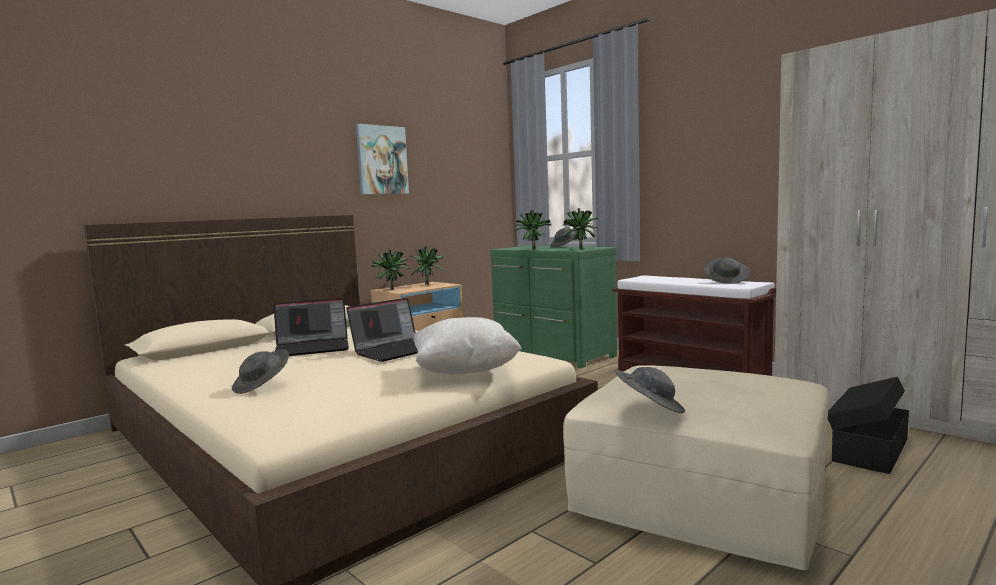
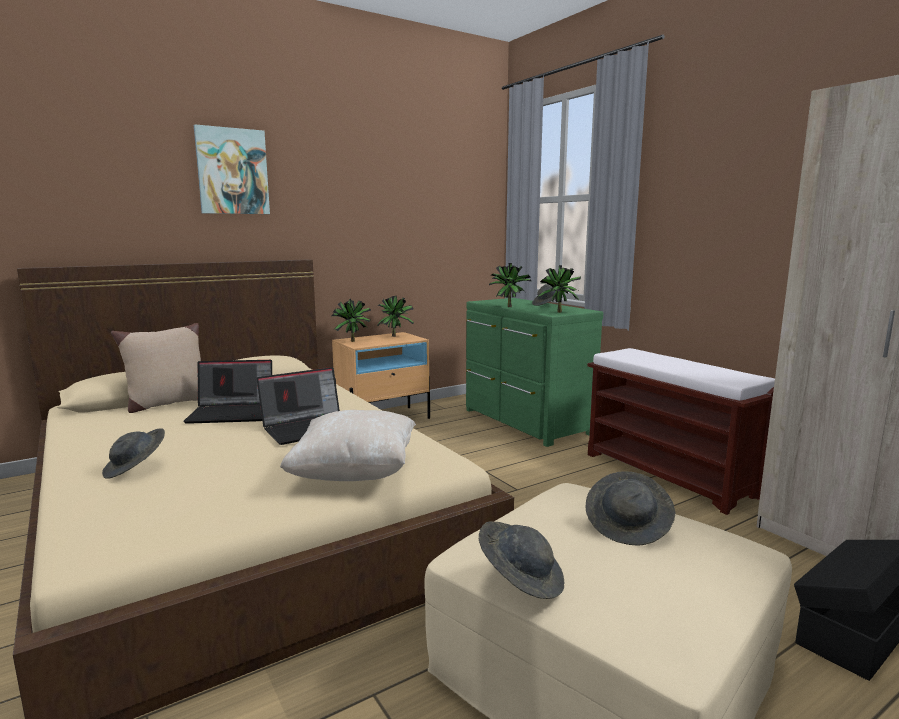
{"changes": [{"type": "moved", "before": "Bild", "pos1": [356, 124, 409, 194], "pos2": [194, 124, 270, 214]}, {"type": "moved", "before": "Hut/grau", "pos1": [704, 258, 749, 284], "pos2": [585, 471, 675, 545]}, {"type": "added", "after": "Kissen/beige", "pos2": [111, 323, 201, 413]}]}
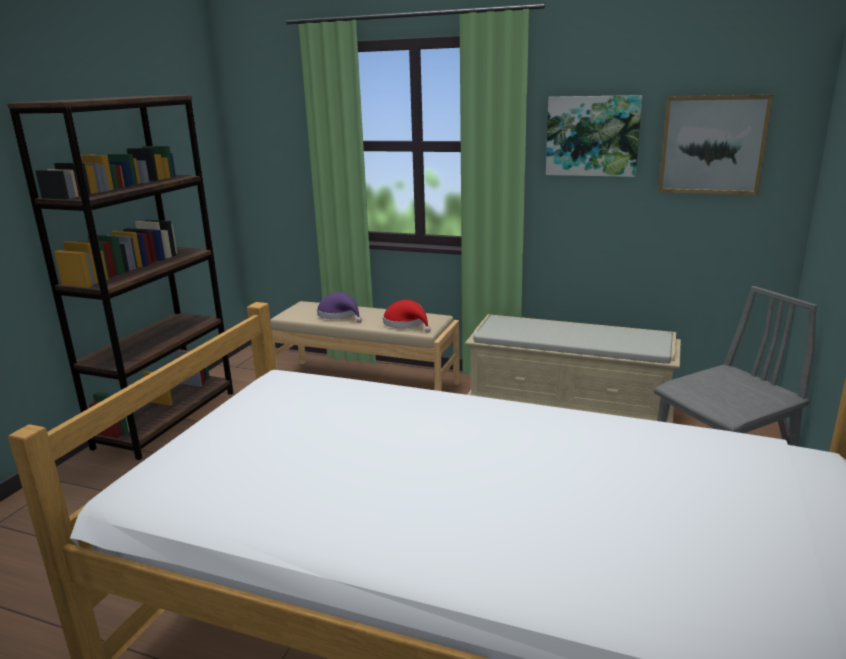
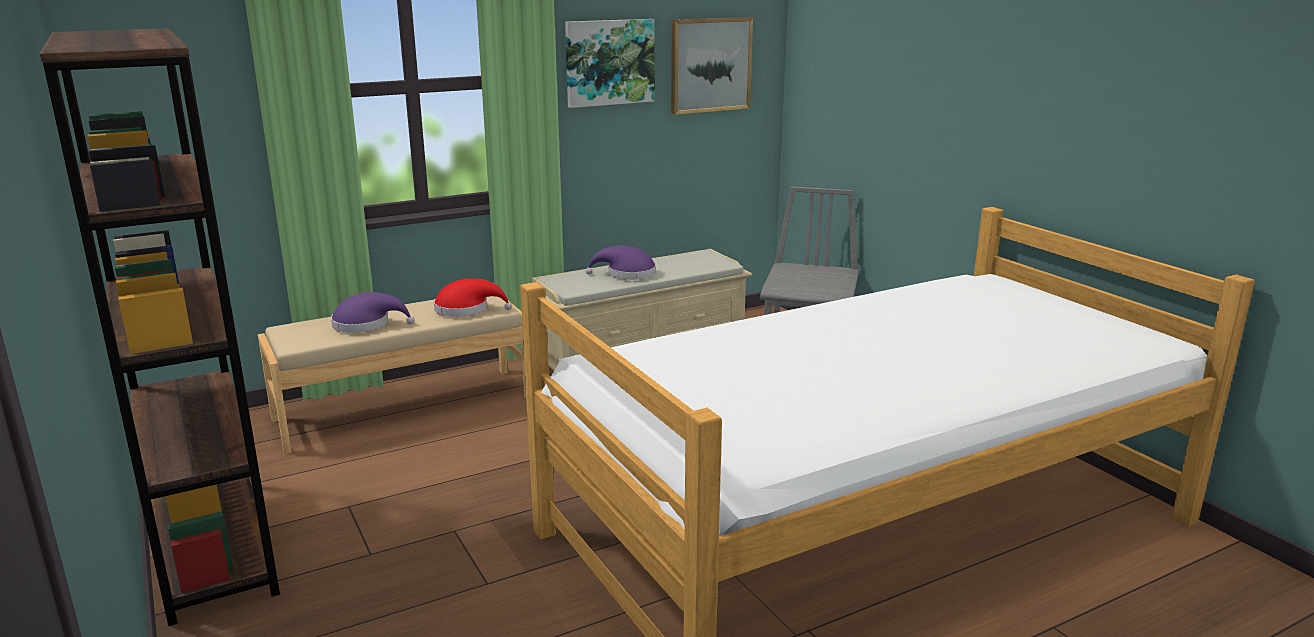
{"changes": [{"type": "added", "after": "Hut/lila", "pos2": [585, 245, 656, 280]}]}
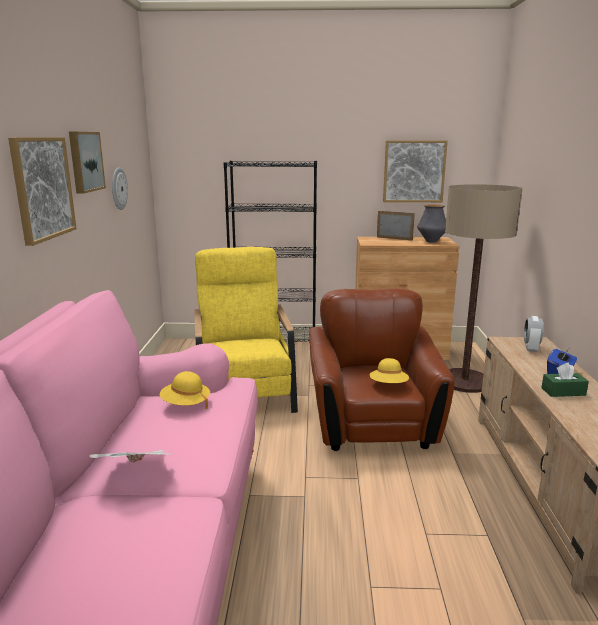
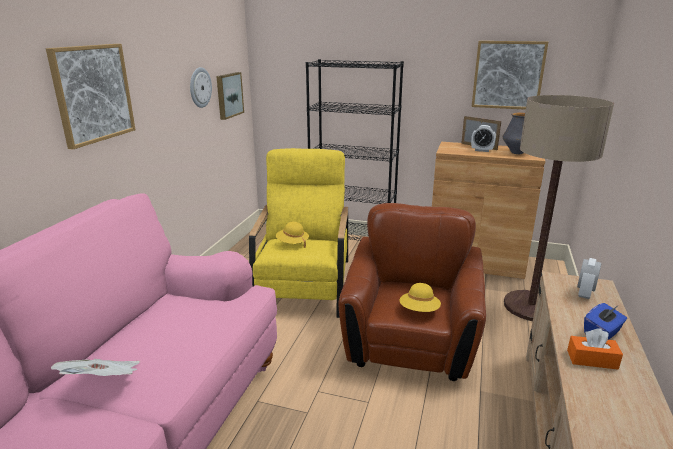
{"changes": [{"type": "moved", "before": "Bild", "pos1": [69, 132, 106, 194], "pos2": [216, 72, 244, 120]}, {"type": "moved", "before": "Hut/gelb", "pos1": [160, 371, 210, 409], "pos2": [276, 221, 309, 248]}, {"type": "recoloured", "before": "Taschentuchbox/grün", "after": "Taschentuchbox/orange", "pos1": [541, 363, 589, 397], "pos2": [567, 328, 623, 370]}, {"type": "added", "after": "Wecker", "pos2": [471, 125, 496, 152]}]}
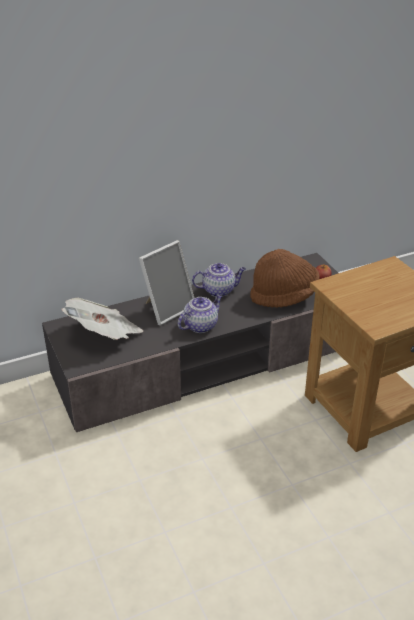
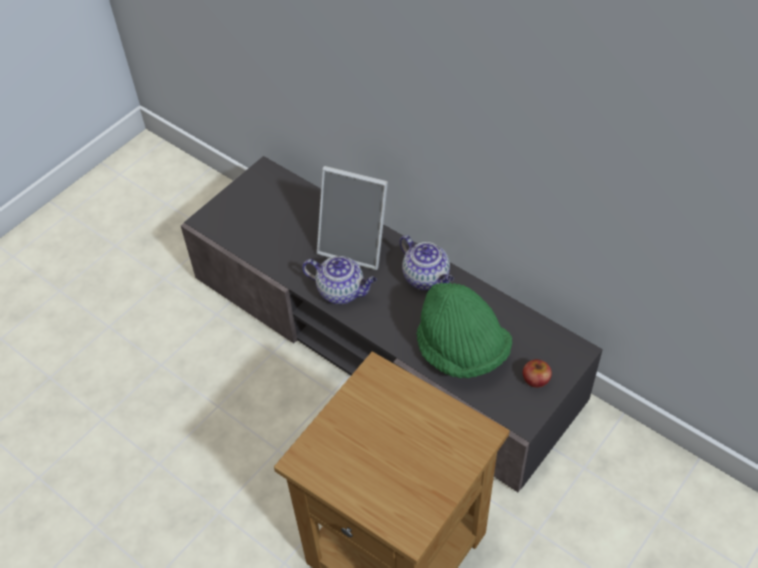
{"changes": [{"type": "removed", "before": "Zeitung", "pos1": [61, 298, 143, 340]}, {"type": "recoloured", "before": "Hut/braun", "after": "Hut/grün", "pos1": [250, 249, 320, 308], "pos2": [416, 283, 512, 378]}]}
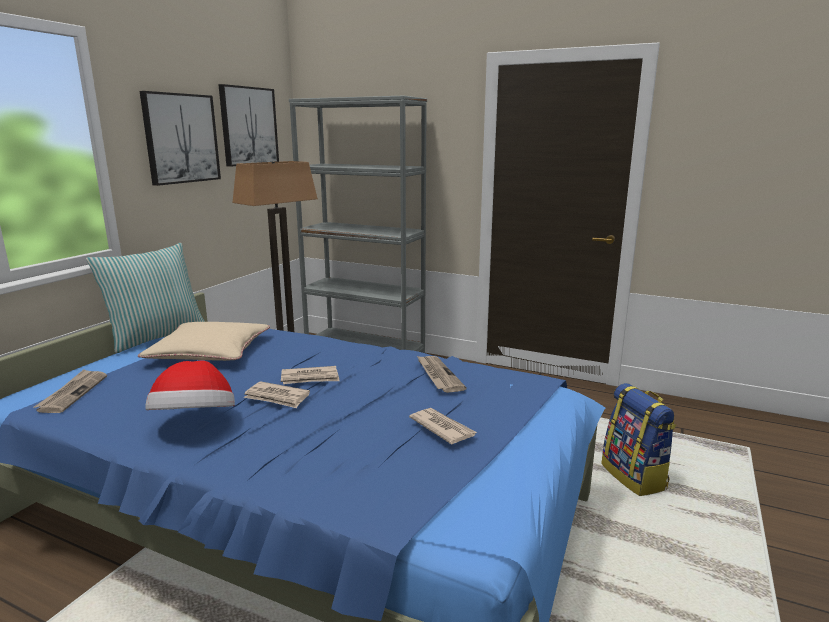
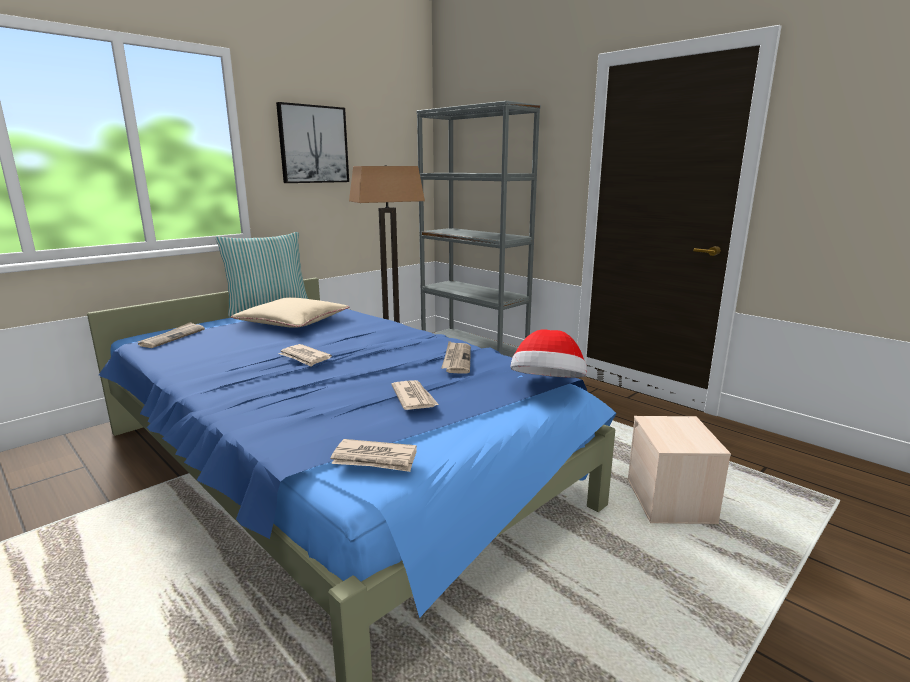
{"changes": [{"type": "moved", "before": "Hut", "pos1": [145, 360, 235, 410], "pos2": [511, 329, 587, 378]}, {"type": "removed", "before": "Bild", "pos1": [218, 84, 279, 167]}, {"type": "moved", "before": "Zeitung", "pos1": [281, 366, 340, 384], "pos2": [330, 439, 417, 472]}, {"type": "replaced", "before": "Rucksack", "after": "Aufbewahrungsbox/beige", "pos1": [601, 383, 676, 496], "pos2": [627, 416, 731, 524]}]}
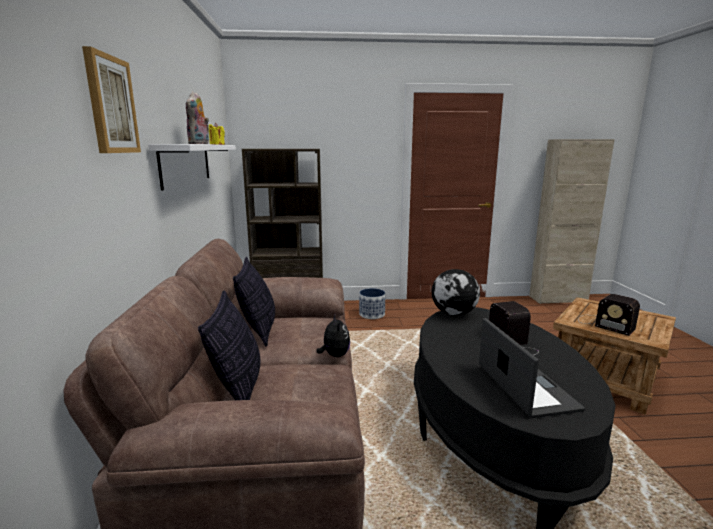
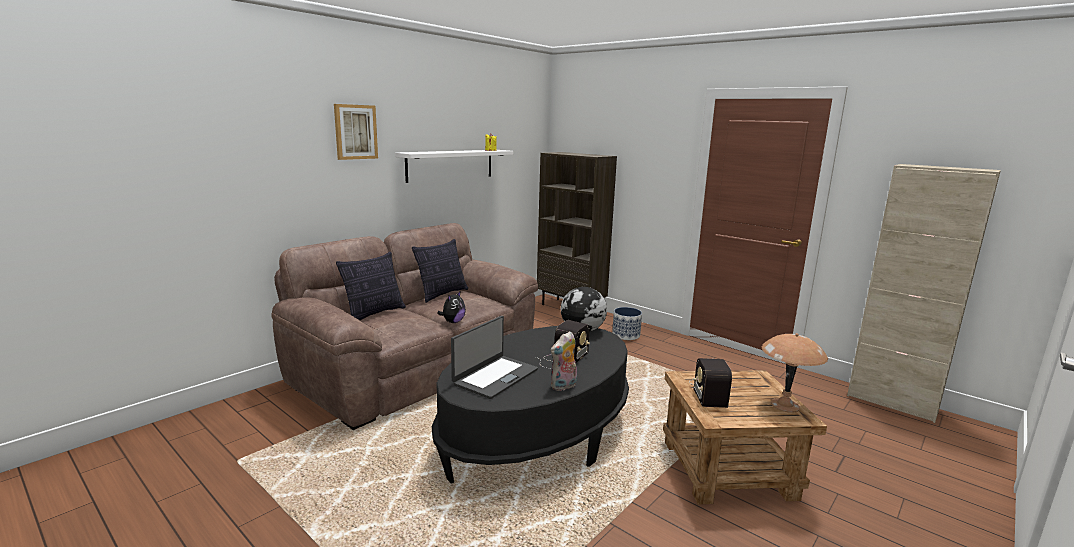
{"changes": [{"type": "moved", "before": "Plüschtier", "pos1": [186, 92, 209, 144], "pos2": [551, 331, 577, 391]}, {"type": "added", "after": "Tischlampe/braun", "pos2": [762, 333, 828, 413]}]}
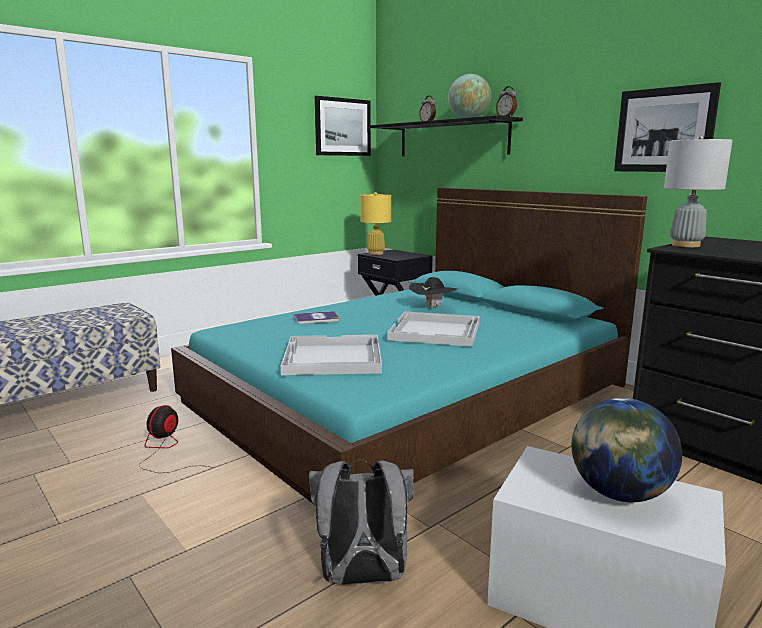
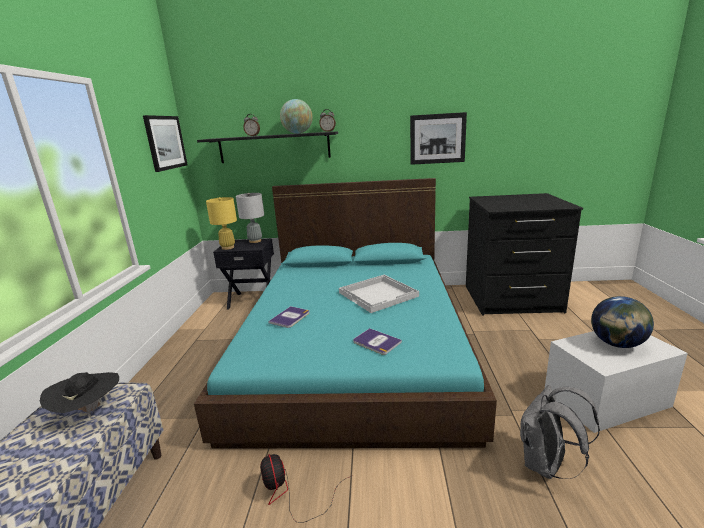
{"changes": [{"type": "replaced", "before": "Tablett/weiß", "after": "Buch", "pos1": [281, 335, 382, 375], "pos2": [353, 328, 402, 355]}, {"type": "moved", "before": "Hut/schwarz", "pos1": [409, 277, 457, 310], "pos2": [40, 372, 119, 417]}, {"type": "moved", "before": "Tischlampe/grau", "pos1": [664, 135, 733, 247], "pos2": [236, 193, 264, 243]}]}
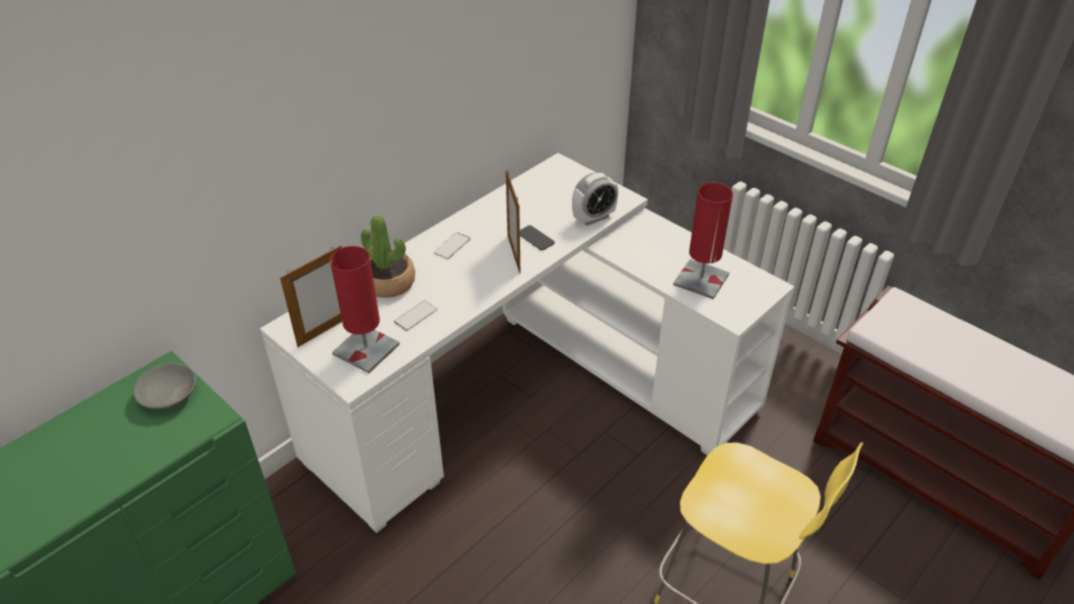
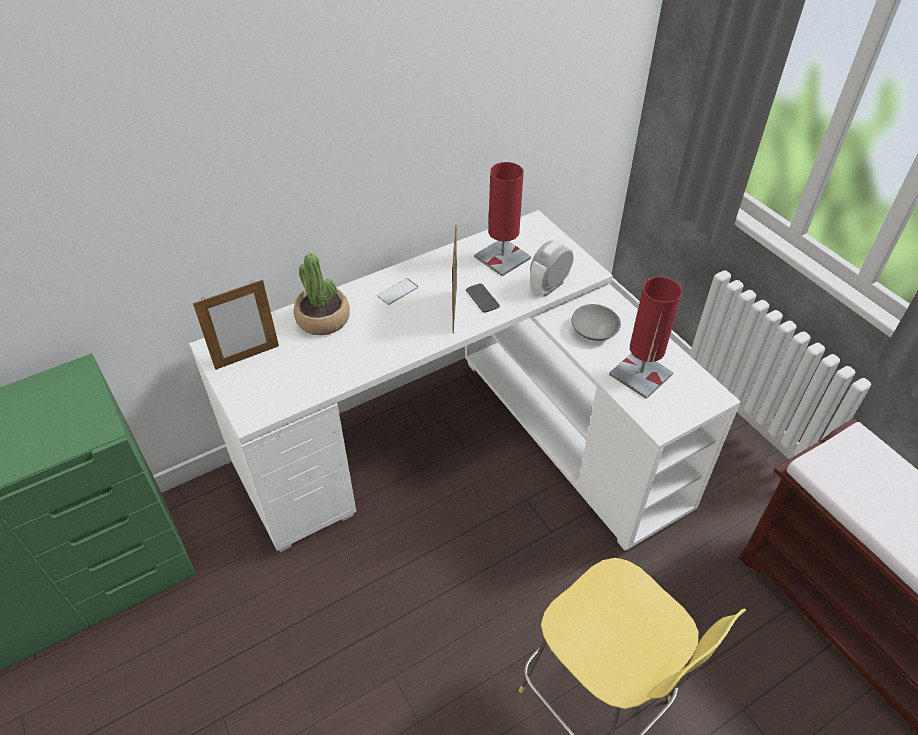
{"changes": [{"type": "moved", "before": "Schüssel/grau", "pos1": [133, 363, 196, 410], "pos2": [572, 304, 621, 341]}, {"type": "moved", "before": "Tischlampe/rot", "pos1": [330, 246, 400, 373], "pos2": [474, 162, 531, 276]}, {"type": "removed", "before": "Handy", "pos1": [394, 300, 437, 331]}, {"type": "turned", "before": "Wecker", "pos1": [572, 173, 618, 226], "pos2": [530, 240, 573, 297], "turn": 150}]}
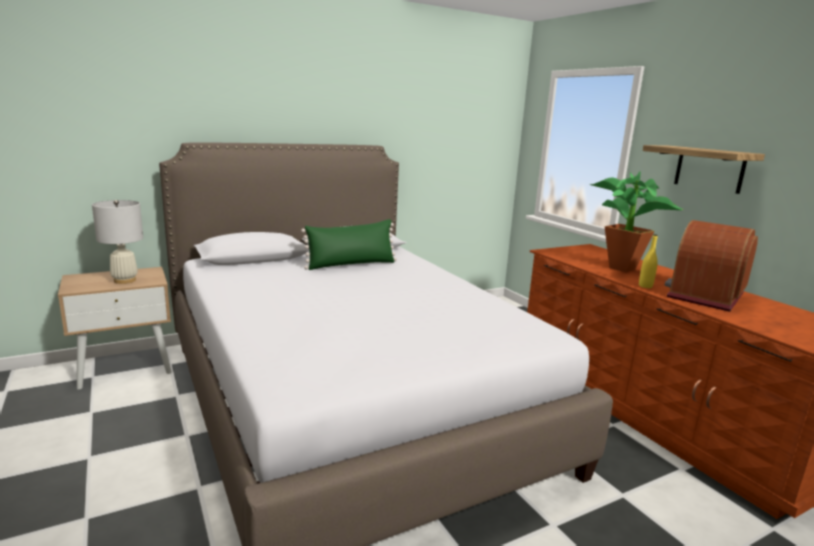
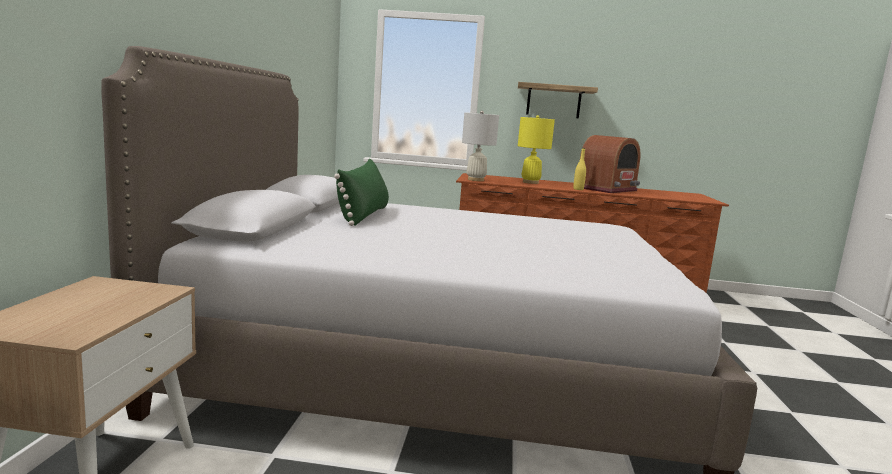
{"changes": [{"type": "moved", "before": "Tischlampe/weiß", "pos1": [92, 200, 143, 284], "pos2": [462, 111, 499, 181]}, {"type": "replaced", "before": "Topfpflanze", "after": "Tischlampe/gelb", "pos1": [590, 171, 684, 272], "pos2": [518, 115, 555, 184]}, {"type": "turned", "before": "Radio", "pos1": [665, 220, 758, 312], "pos2": [580, 135, 641, 193], "turn": -120}]}
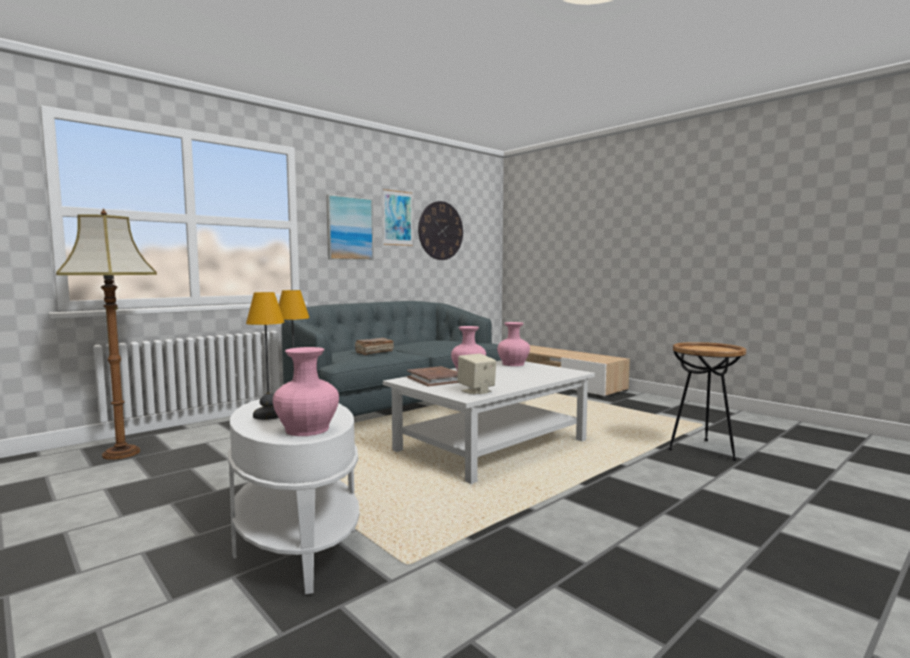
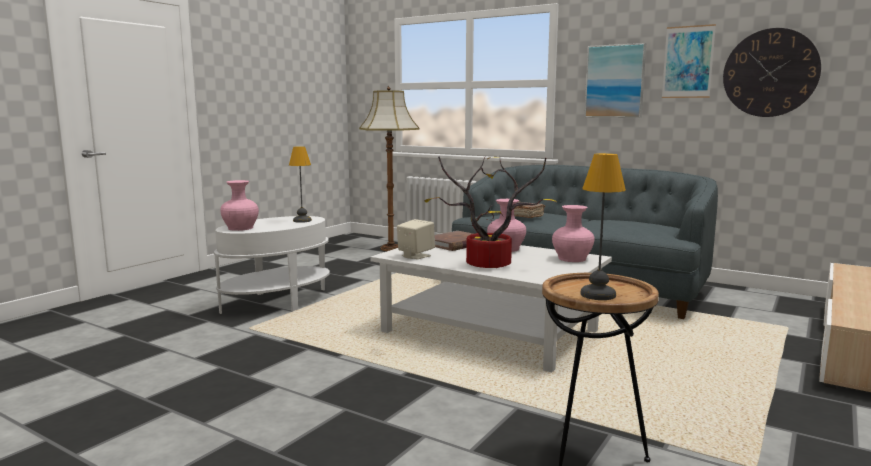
{"changes": [{"type": "moved", "before": "Tischlampe", "pos1": [246, 292, 285, 420], "pos2": [580, 153, 626, 300]}, {"type": "added", "after": "Topfpflanze", "pos2": [425, 156, 558, 268]}]}
